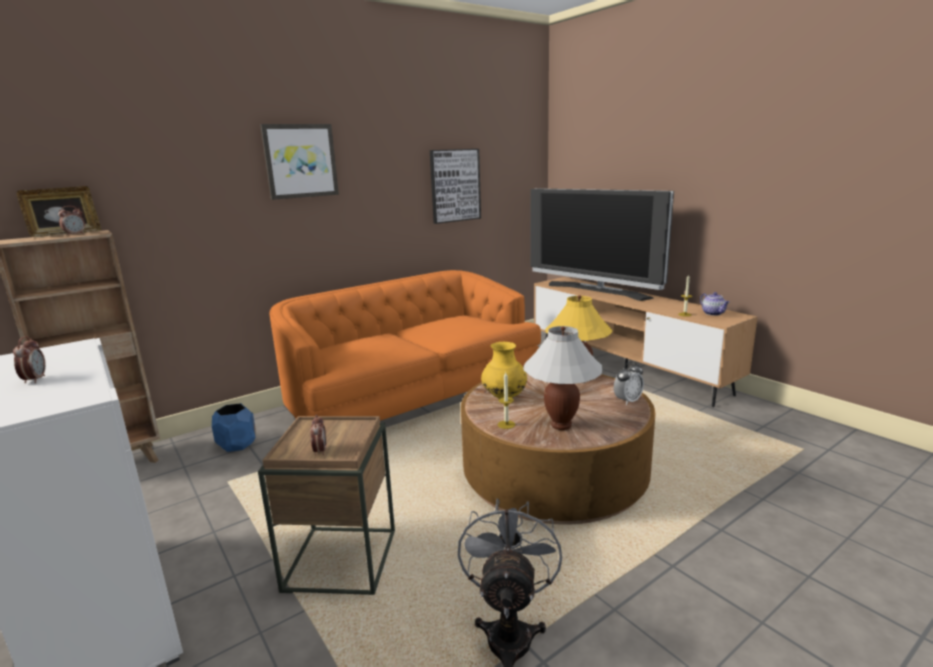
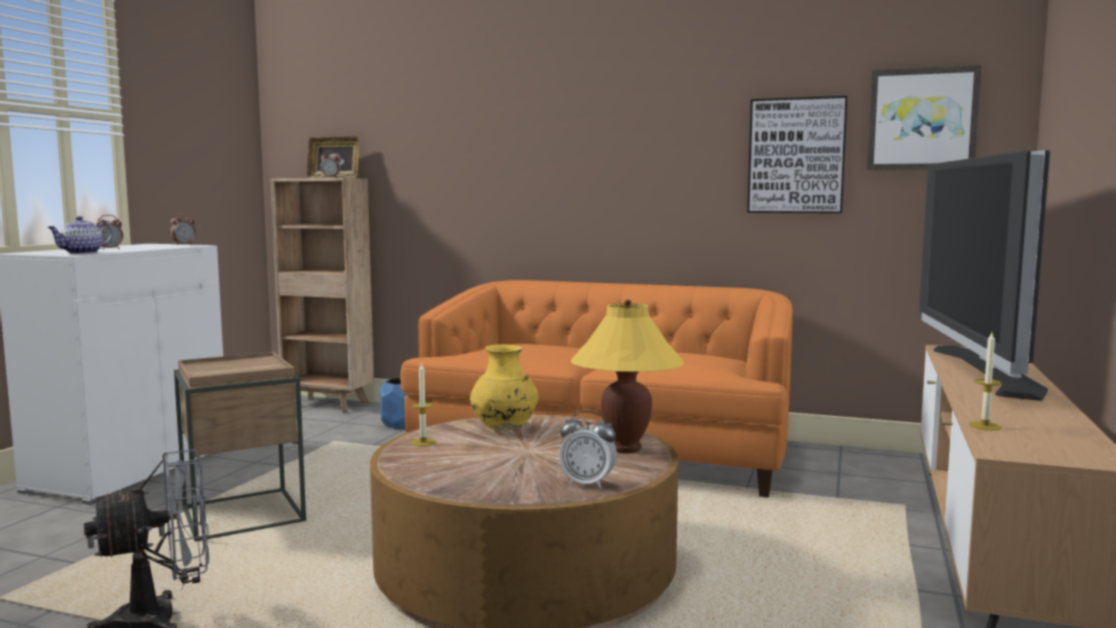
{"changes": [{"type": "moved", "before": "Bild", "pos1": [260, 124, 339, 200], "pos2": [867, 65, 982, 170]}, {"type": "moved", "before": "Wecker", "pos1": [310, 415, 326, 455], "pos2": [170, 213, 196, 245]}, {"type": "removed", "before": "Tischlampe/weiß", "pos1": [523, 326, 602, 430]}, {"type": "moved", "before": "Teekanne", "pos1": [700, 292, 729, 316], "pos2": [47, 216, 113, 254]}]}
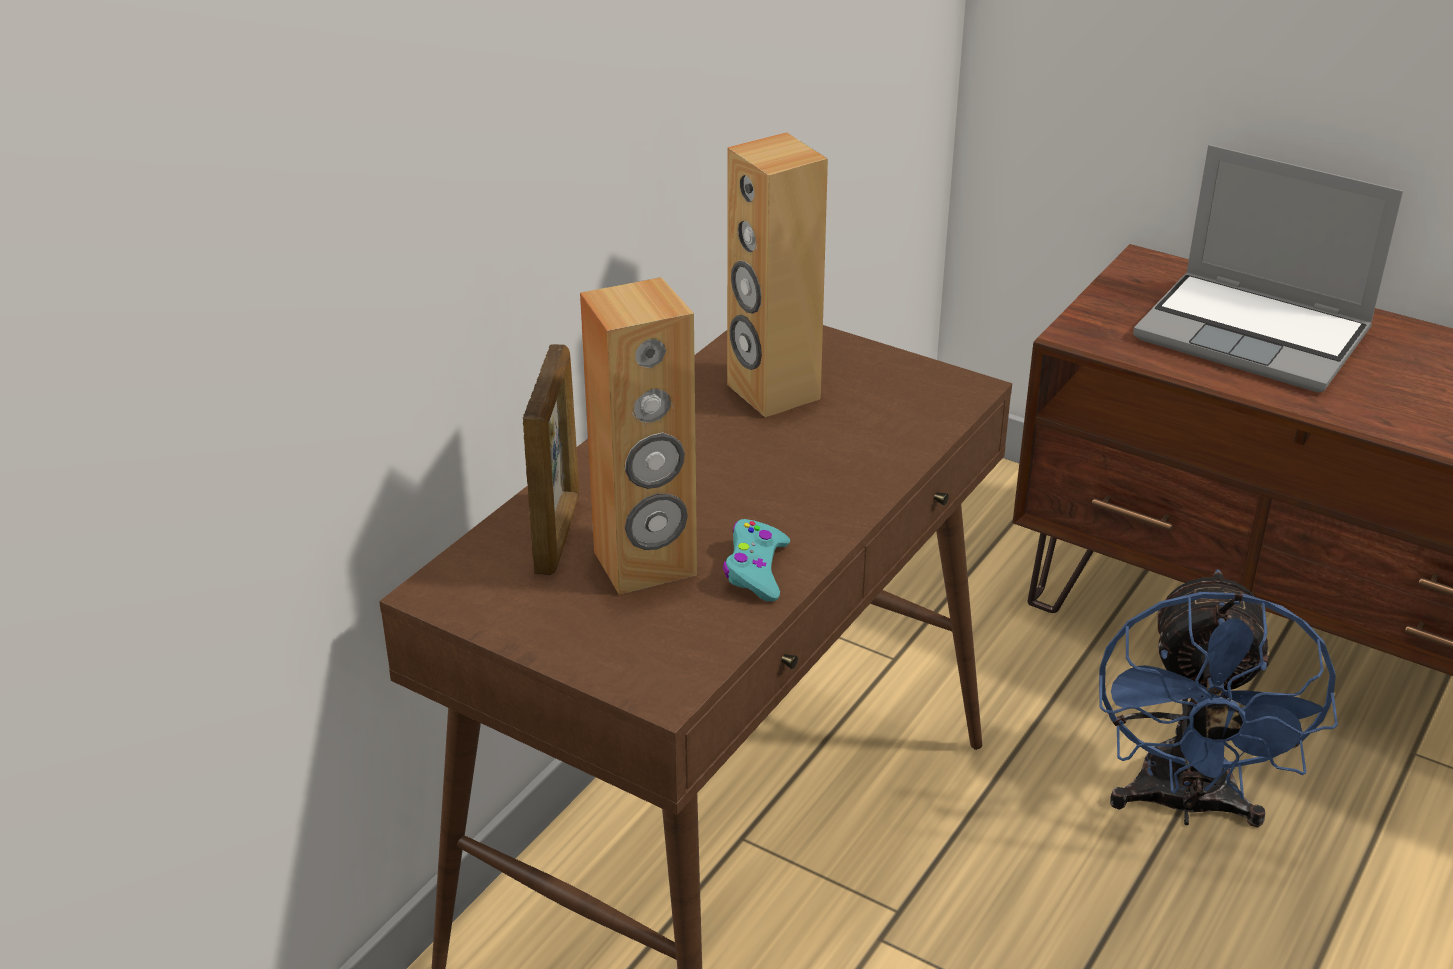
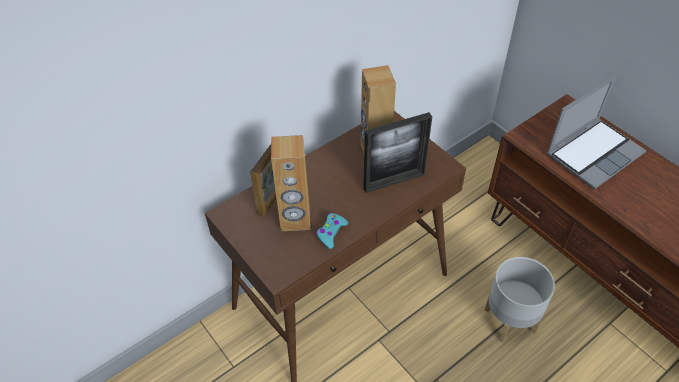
{"changes": [{"type": "replaced", "before": "Ventilator/blau", "after": "Pflanzkübel/grau", "pos1": [1099, 569, 1338, 828], "pos2": [484, 257, 555, 342]}, {"type": "turned", "before": "Laptop", "pos1": [1133, 145, 1403, 392], "pos2": [546, 75, 646, 189], "turn": -90}, {"type": "added", "after": "Bilderrahmen", "pos2": [363, 112, 432, 193]}]}
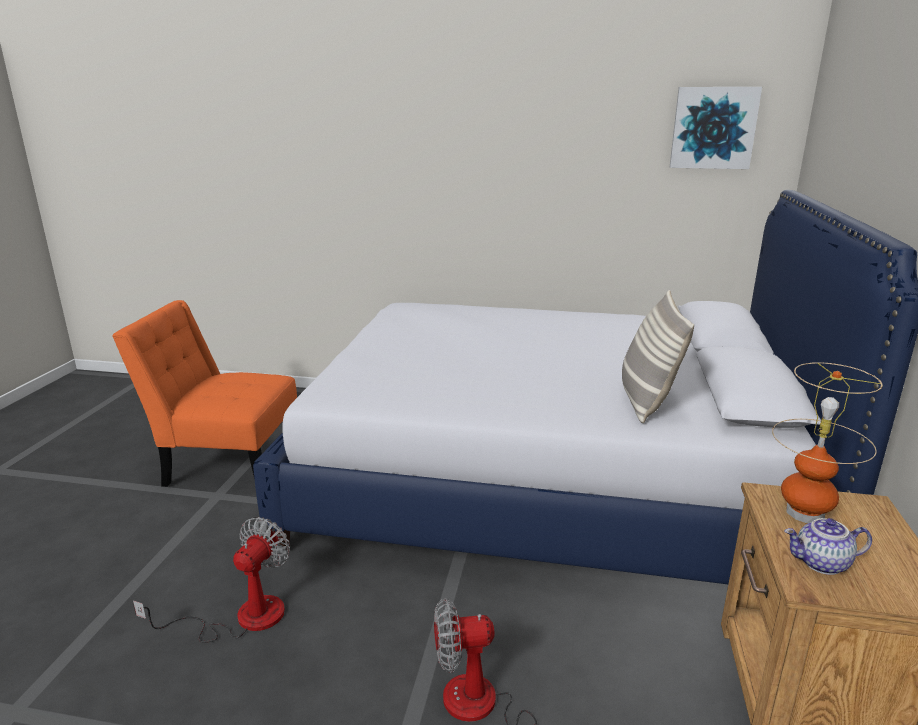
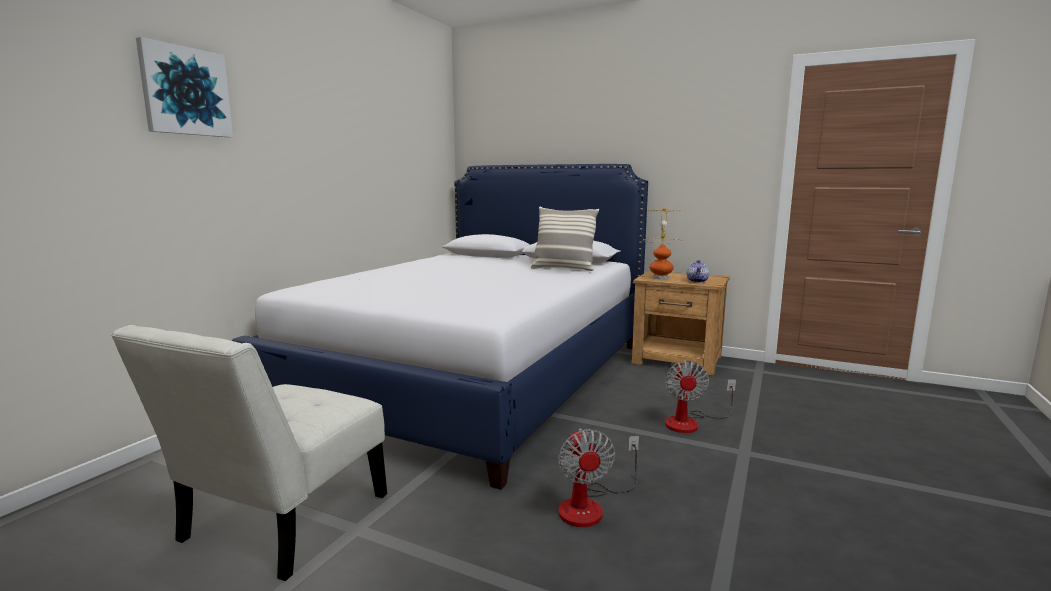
{"changes": [{"type": "recoloured", "before": "Stuhl/orange", "after": "Stuhl/weiß", "pos1": [112, 300, 297, 487], "pos2": [111, 325, 387, 581]}, {"type": "turned", "before": "Ventilator", "pos1": [133, 517, 290, 643], "pos2": [558, 428, 639, 527], "turn": -135}, {"type": "moved", "before": "Bild", "pos1": [670, 87, 762, 169], "pos2": [136, 37, 233, 137]}]}
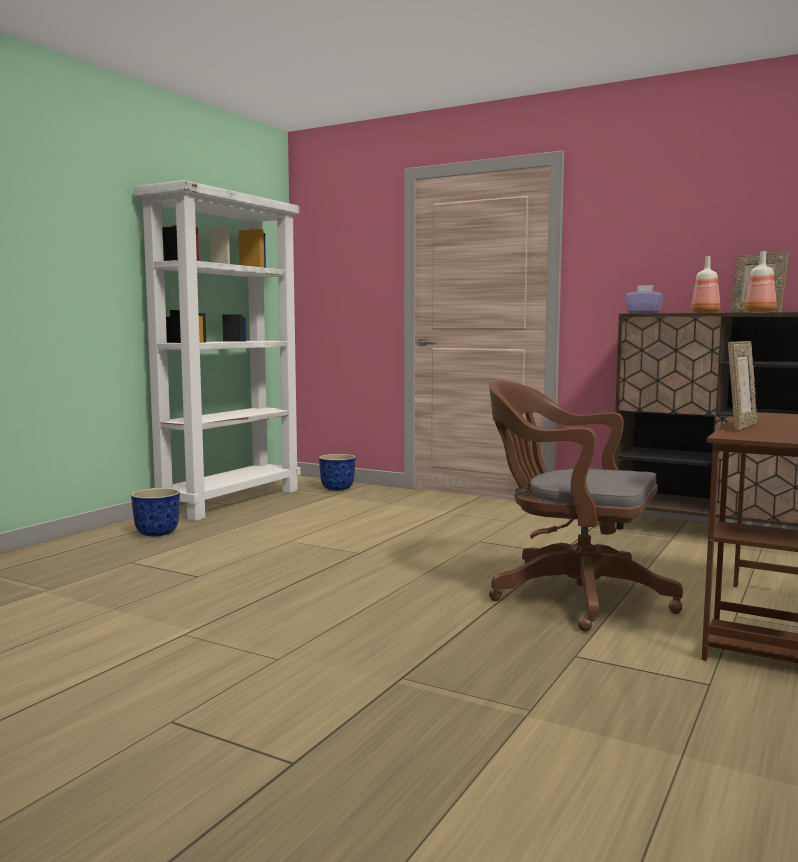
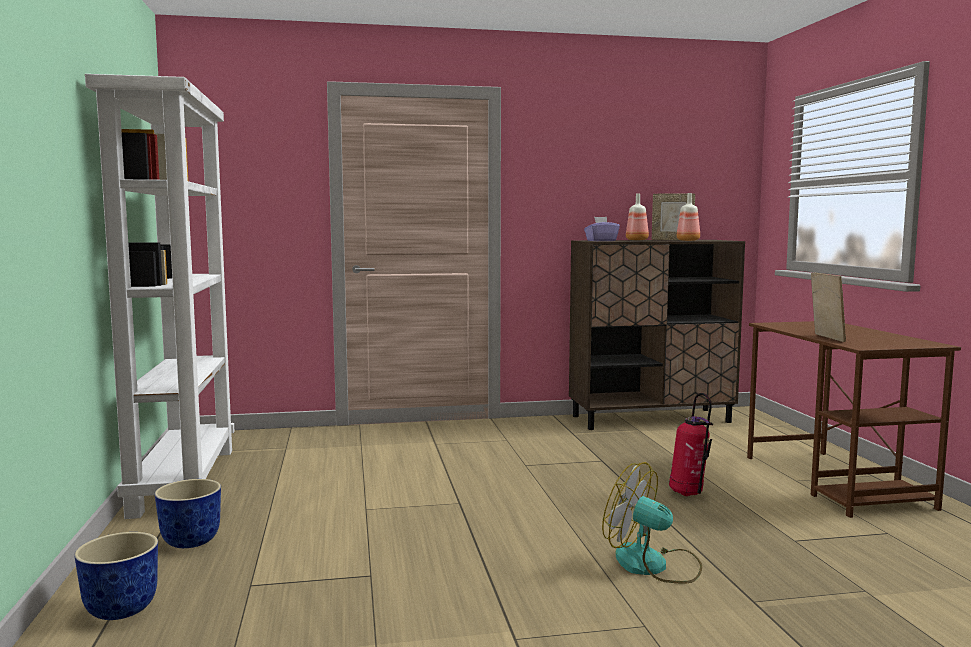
{"changes": [{"type": "moved", "before": "Pflanzkübel", "pos1": [319, 454, 356, 491], "pos2": [74, 532, 158, 620]}, {"type": "replaced", "before": "Bürostuhl/braun", "after": "Feuerlöscher", "pos1": [489, 381, 683, 632], "pos2": [669, 393, 713, 496]}, {"type": "added", "after": "Ventilator", "pos2": [602, 462, 702, 584]}]}
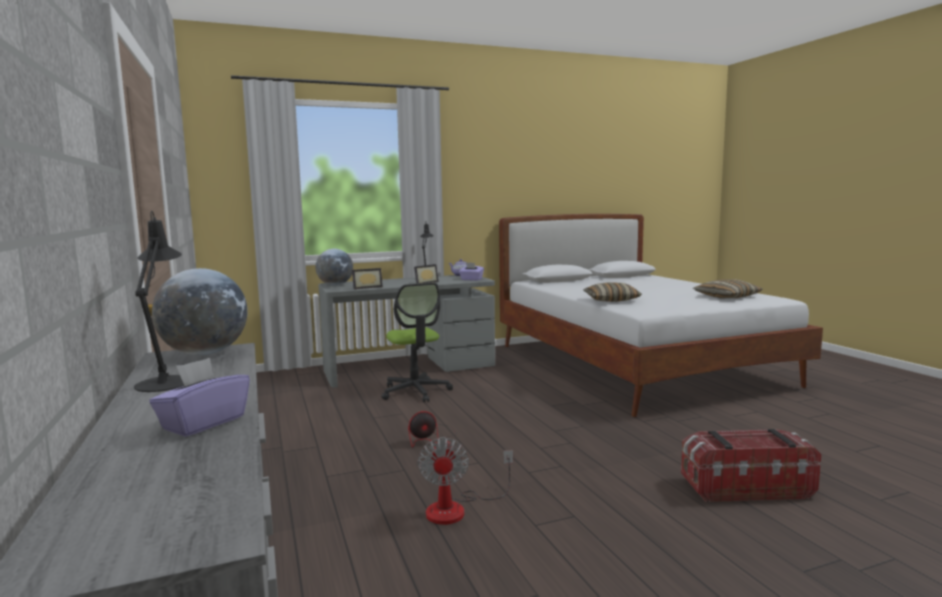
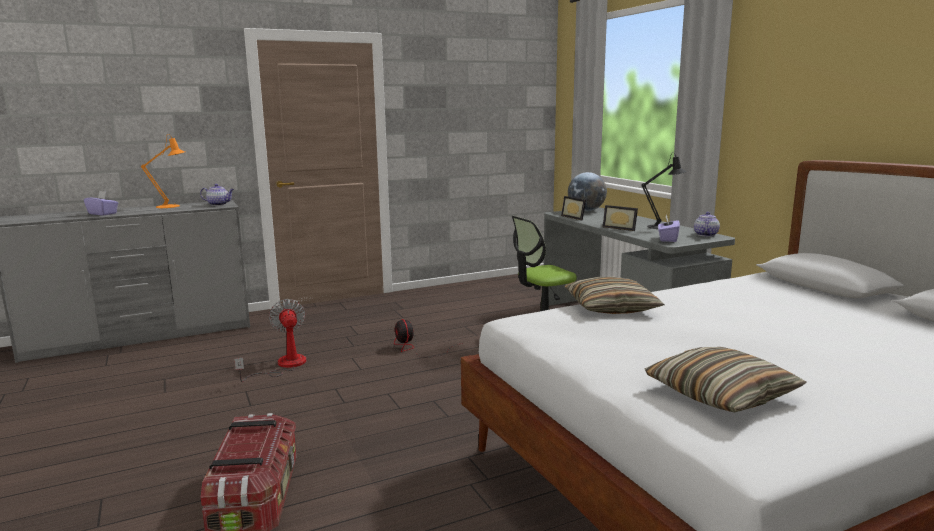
{"changes": [{"type": "recoloured", "before": "Tischlampe/schwarz", "after": "Tischlampe/orange", "pos1": [134, 211, 184, 392], "pos2": [141, 134, 185, 208]}, {"type": "replaced", "before": "Globus", "after": "Teekanne", "pos1": [152, 268, 248, 355], "pos2": [200, 184, 234, 206]}, {"type": "turned", "before": "Ventilator", "pos1": [418, 438, 513, 525], "pos2": [234, 299, 306, 382], "turn": 75}]}
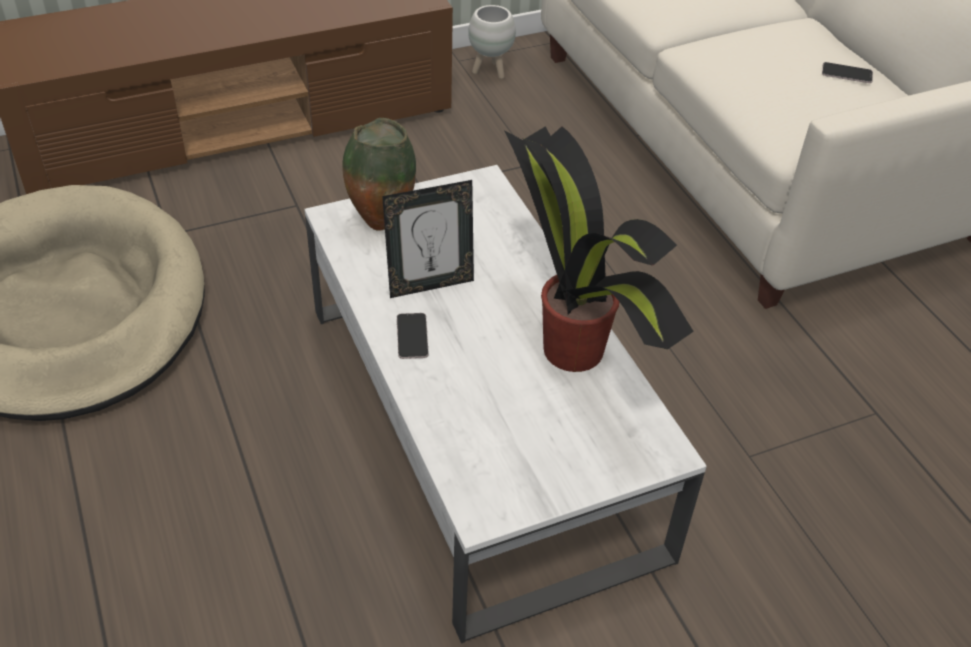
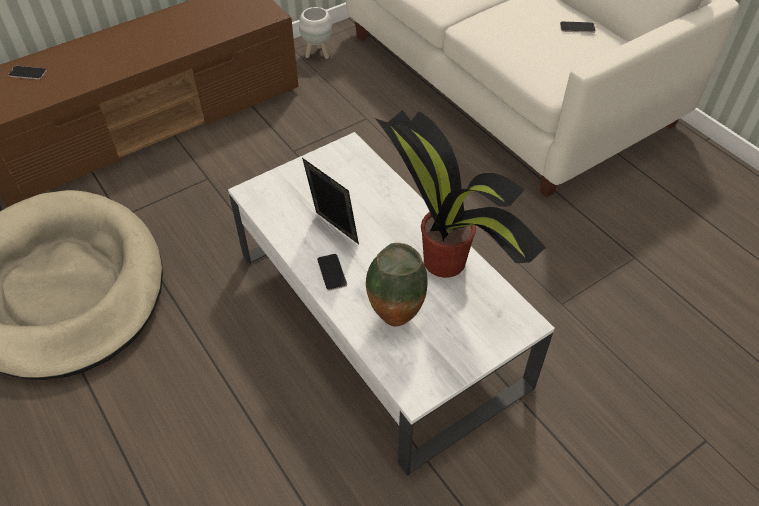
{"changes": [{"type": "moved", "before": "Vase", "pos1": [342, 118, 416, 231], "pos2": [366, 243, 428, 327]}, {"type": "turned", "before": "Bilderrahmen", "pos1": [382, 180, 474, 298], "pos2": [302, 158, 359, 244], "turn": -105}, {"type": "added", "after": "Handy", "pos2": [8, 66, 47, 79]}]}
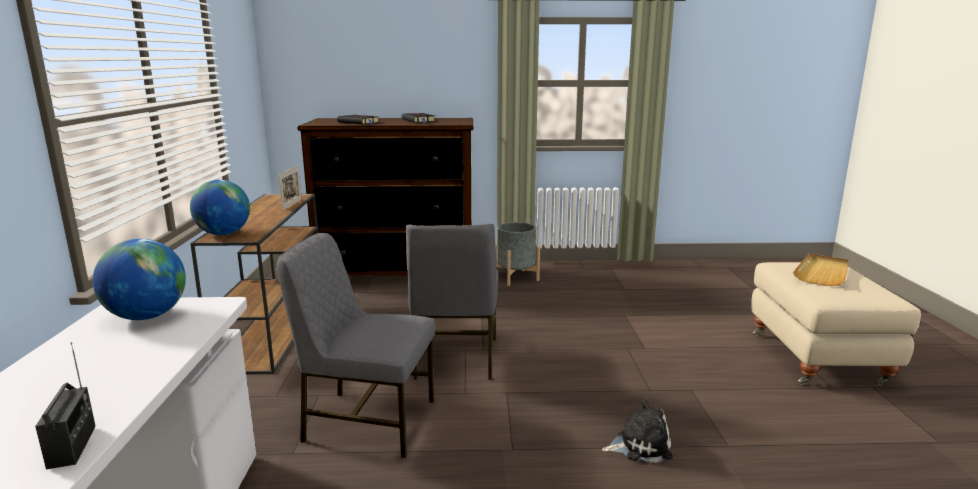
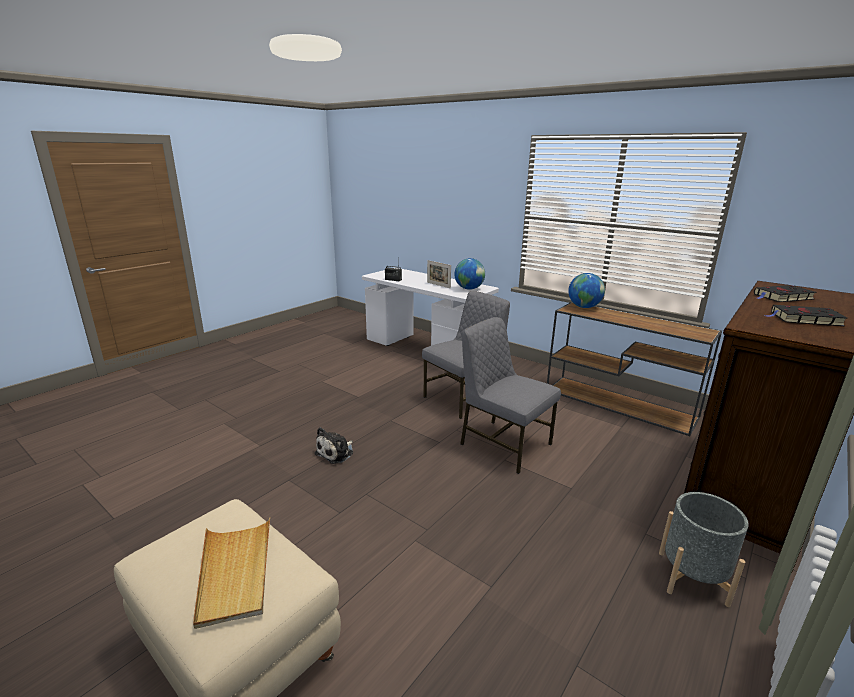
{"changes": [{"type": "moved", "before": "Bilderrahmen", "pos1": [279, 166, 302, 210], "pos2": [427, 260, 451, 288]}]}
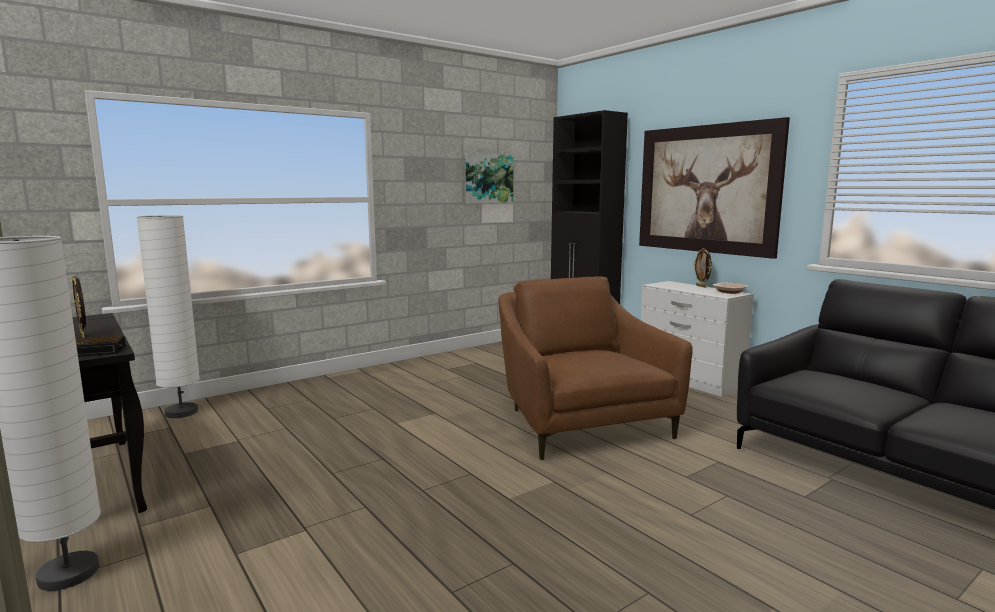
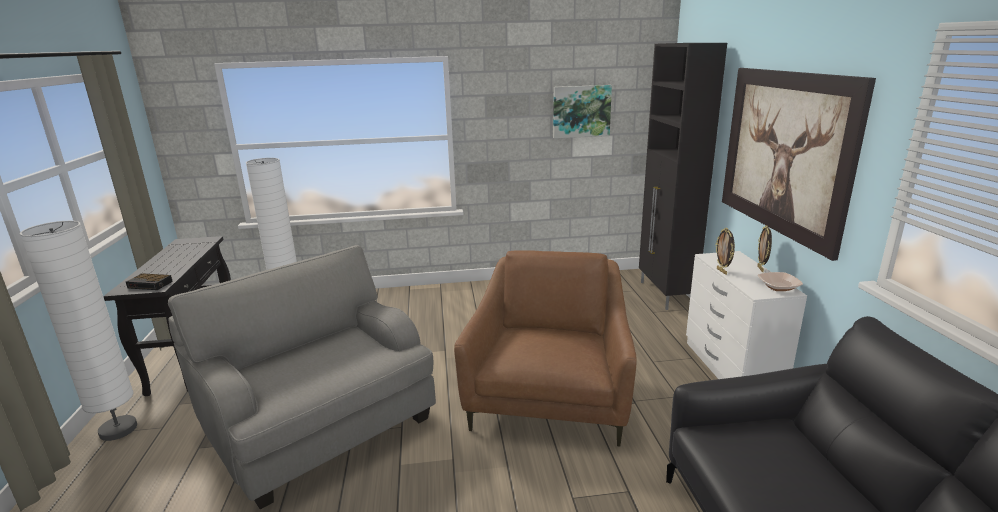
{"changes": [{"type": "moved", "before": "Bilderrahmen", "pos1": [72, 275, 86, 338], "pos2": [716, 228, 735, 275]}, {"type": "added", "after": "Sessel/grau", "pos2": [168, 245, 436, 509]}]}
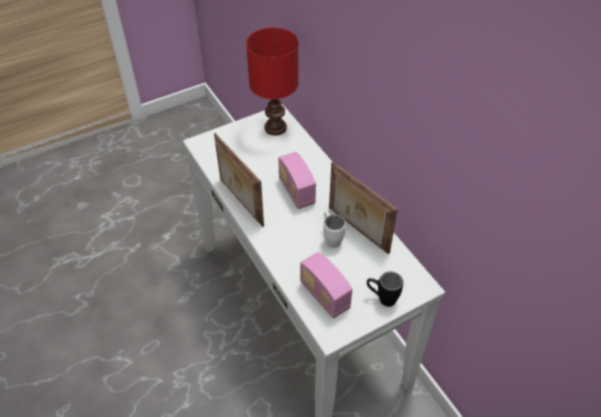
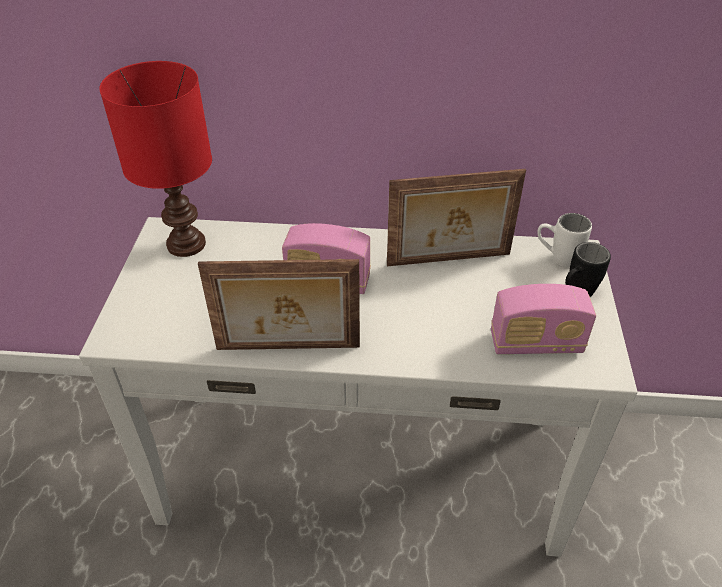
{"changes": [{"type": "moved", "before": "Henkelbecher/weiß", "pos1": [323, 211, 346, 248], "pos2": [537, 213, 592, 267]}]}
